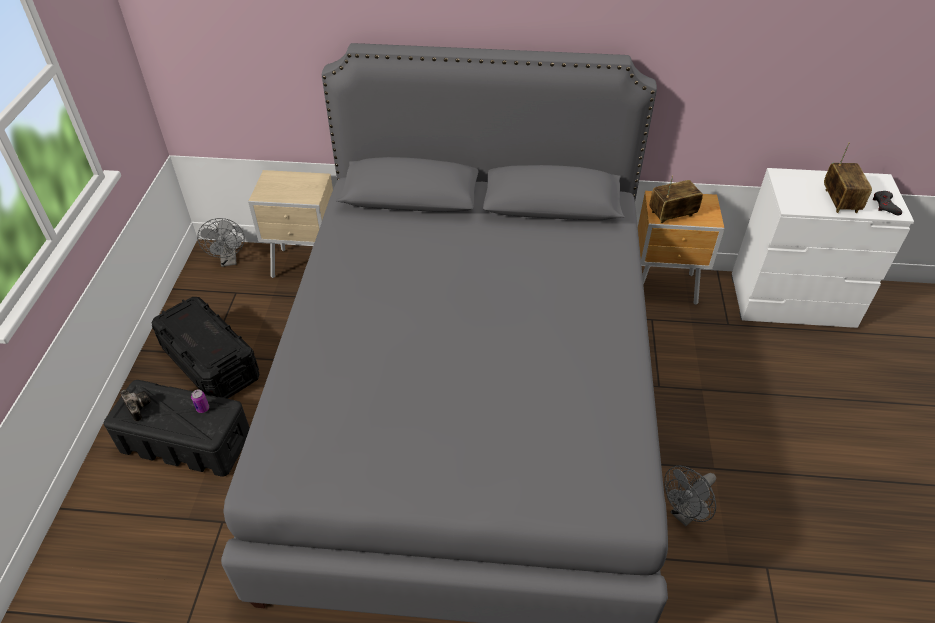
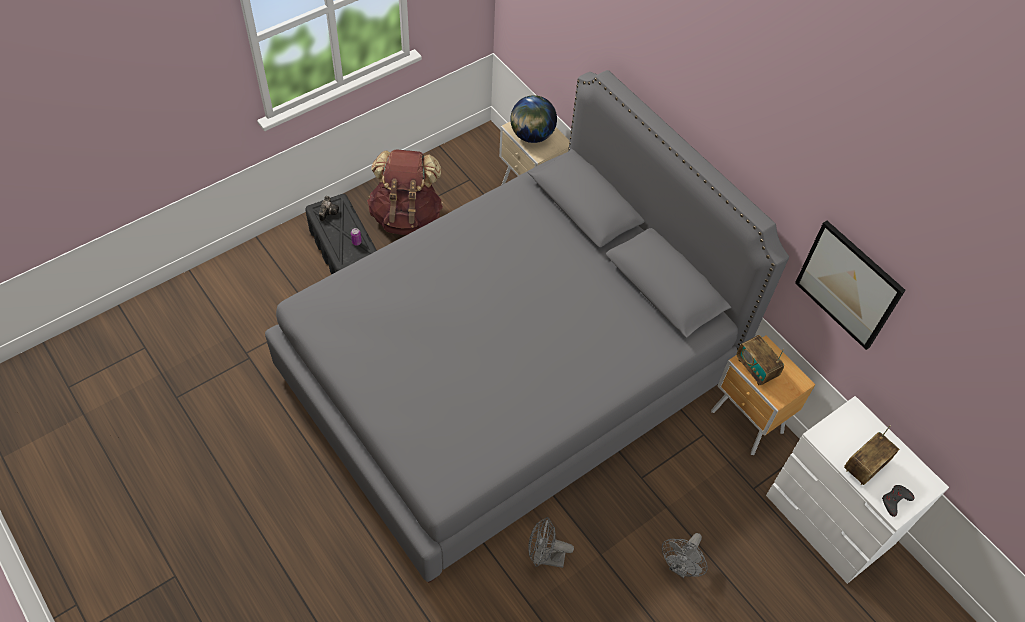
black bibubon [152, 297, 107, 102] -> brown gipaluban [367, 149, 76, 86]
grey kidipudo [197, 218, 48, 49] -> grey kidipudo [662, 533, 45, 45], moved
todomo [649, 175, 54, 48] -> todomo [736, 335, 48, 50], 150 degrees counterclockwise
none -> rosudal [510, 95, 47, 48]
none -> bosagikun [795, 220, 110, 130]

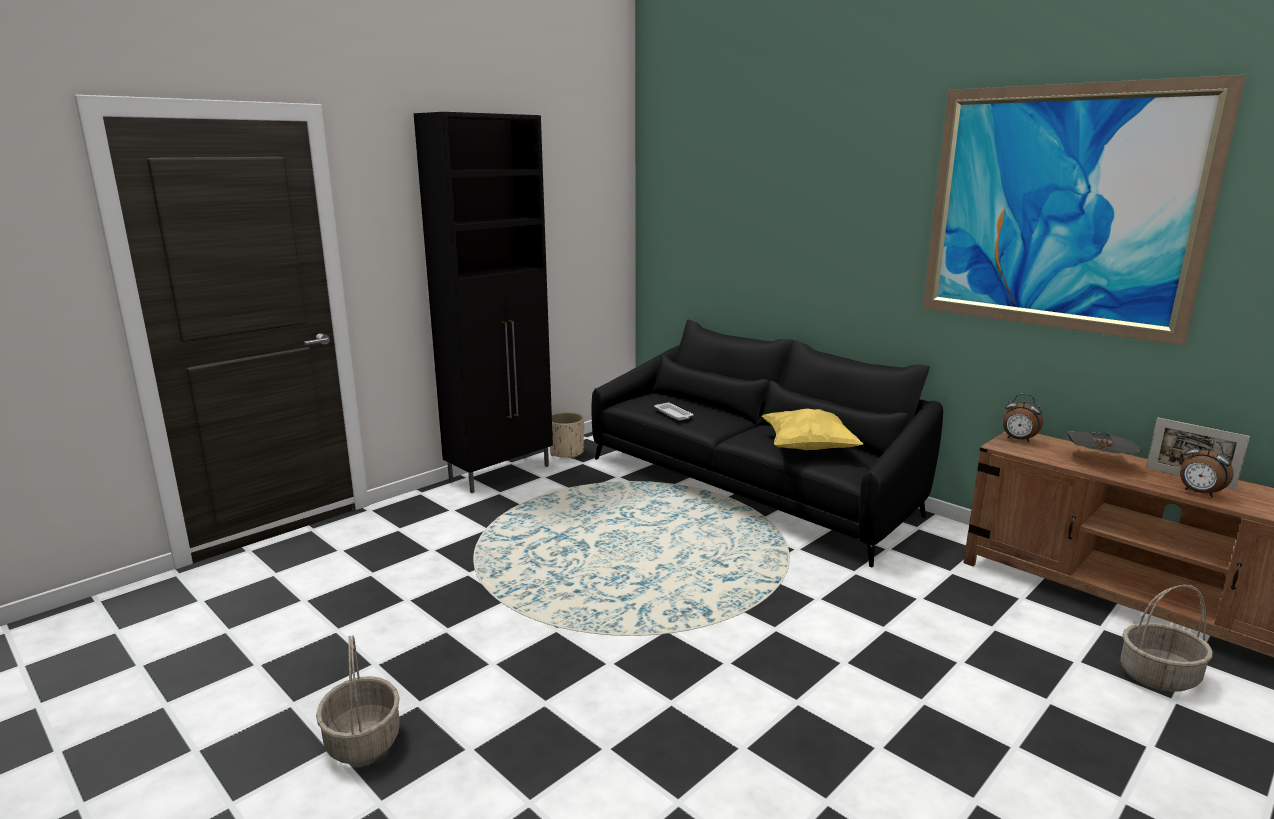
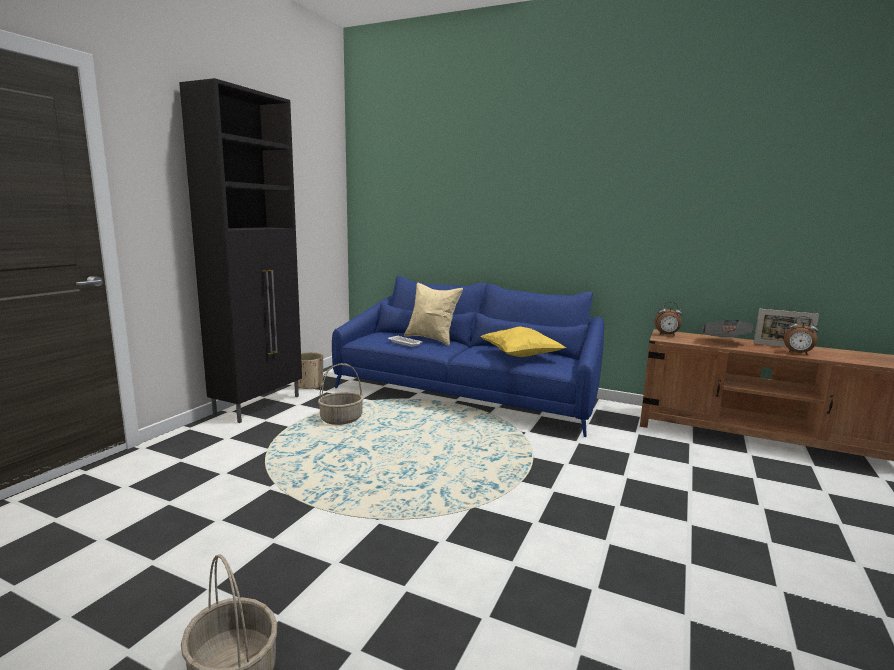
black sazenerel [592, 319, 351, 248] -> blue sazenerel [332, 276, 272, 161]
bosagikun [923, 75, 323, 271] -> none
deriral [1120, 584, 93, 108] -> deriral [318, 363, 46, 62], moved
none -> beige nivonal [404, 282, 59, 64]

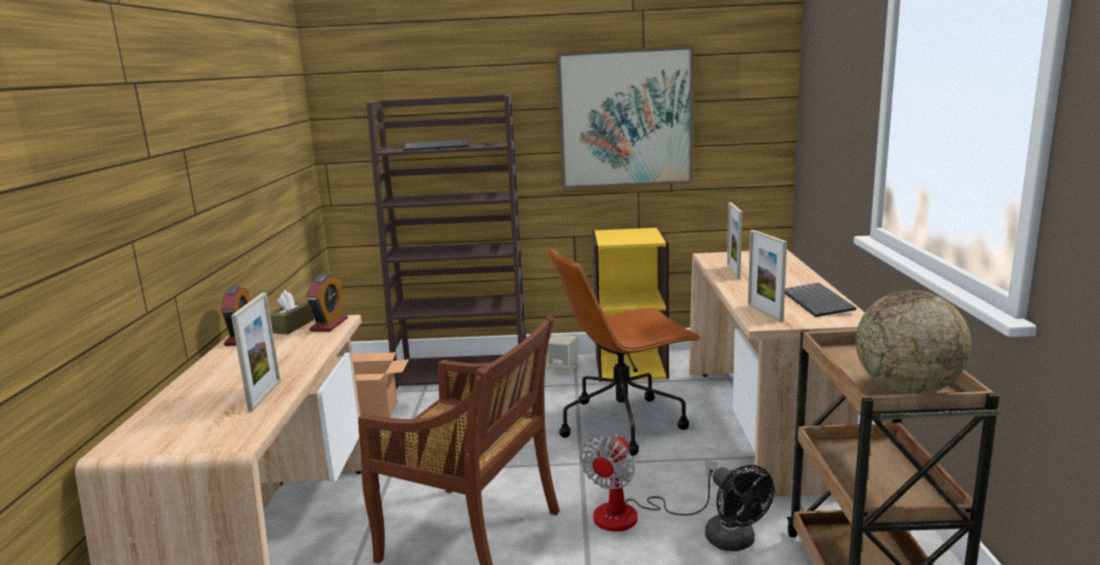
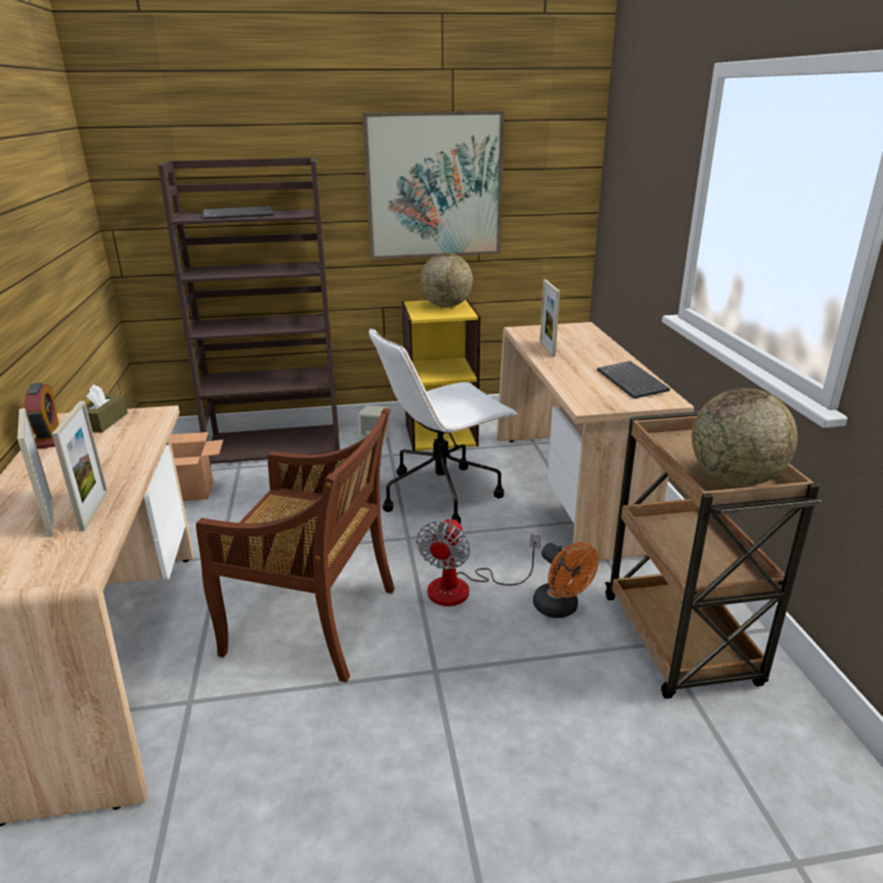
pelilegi [306, 274, 42, 58] -> none
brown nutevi [549, 248, 152, 208] -> white nutevi [369, 328, 149, 196]
black kidipudo [705, 465, 69, 86] -> orange kidipudo [533, 542, 66, 76]
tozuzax [748, 230, 39, 92] -> tozuzax [17, 408, 37, 130], moved
none -> rosudal [420, 253, 53, 54]

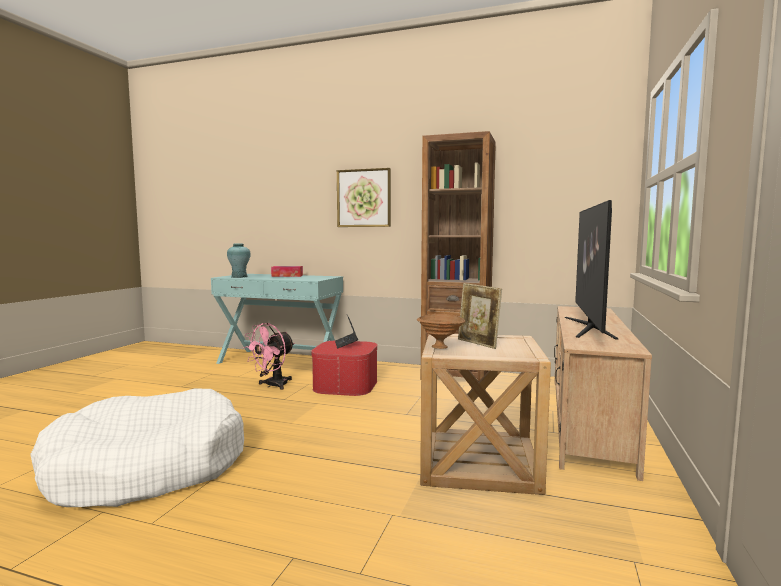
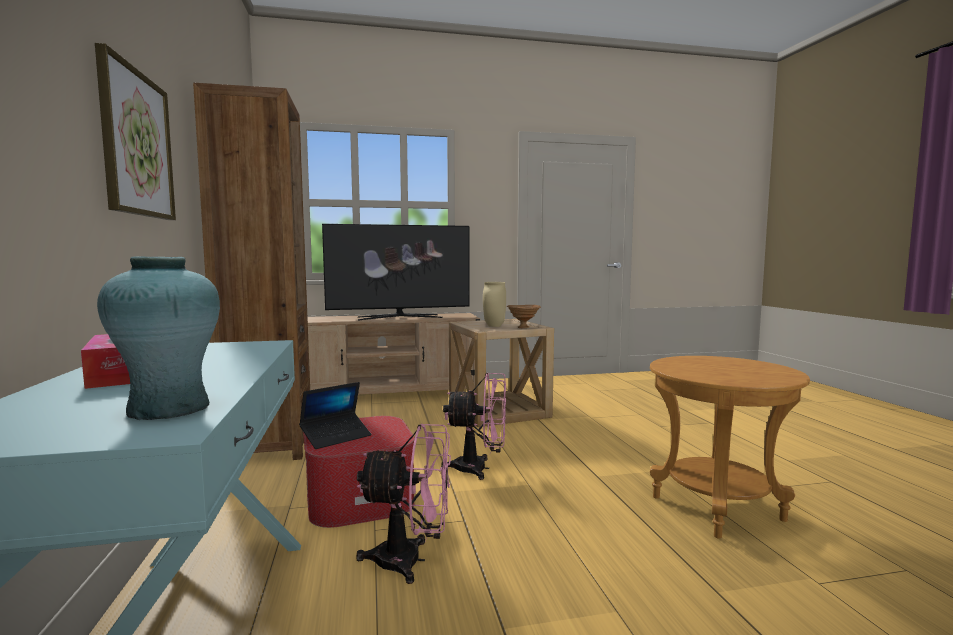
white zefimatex [30, 388, 214, 119] -> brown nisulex [650, 356, 160, 183]
tozuzax [458, 283, 44, 66] -> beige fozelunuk [483, 282, 23, 45]
none -> pink kidipudo [441, 373, 65, 107]

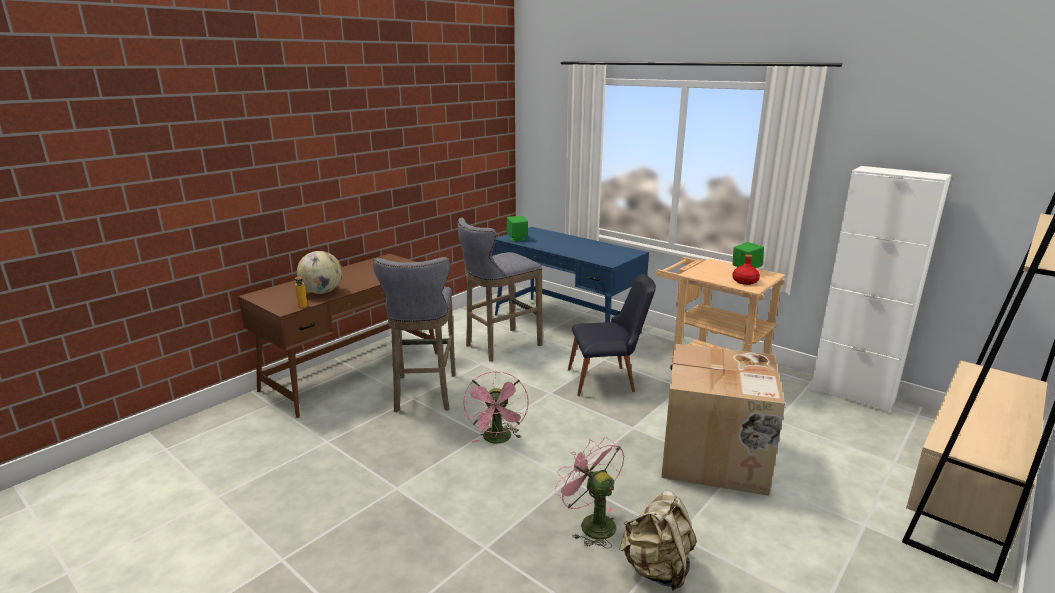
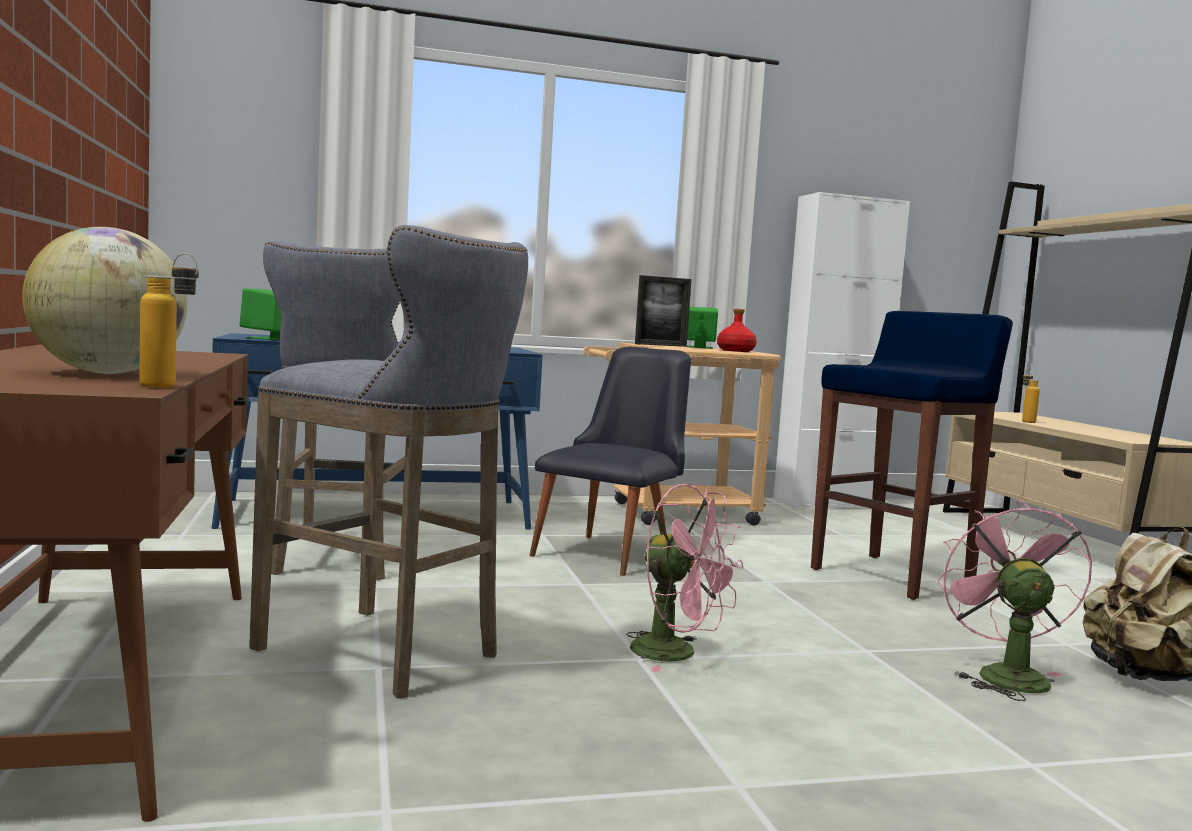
pink kidipudo [554, 437, 70, 112] -> pink kidipudo [937, 500, 155, 201], 90 degrees clockwise
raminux [661, 344, 124, 152] -> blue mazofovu [811, 311, 202, 289]
none -> tozuzax [635, 275, 57, 72]
none -> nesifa [1022, 370, 18, 53]

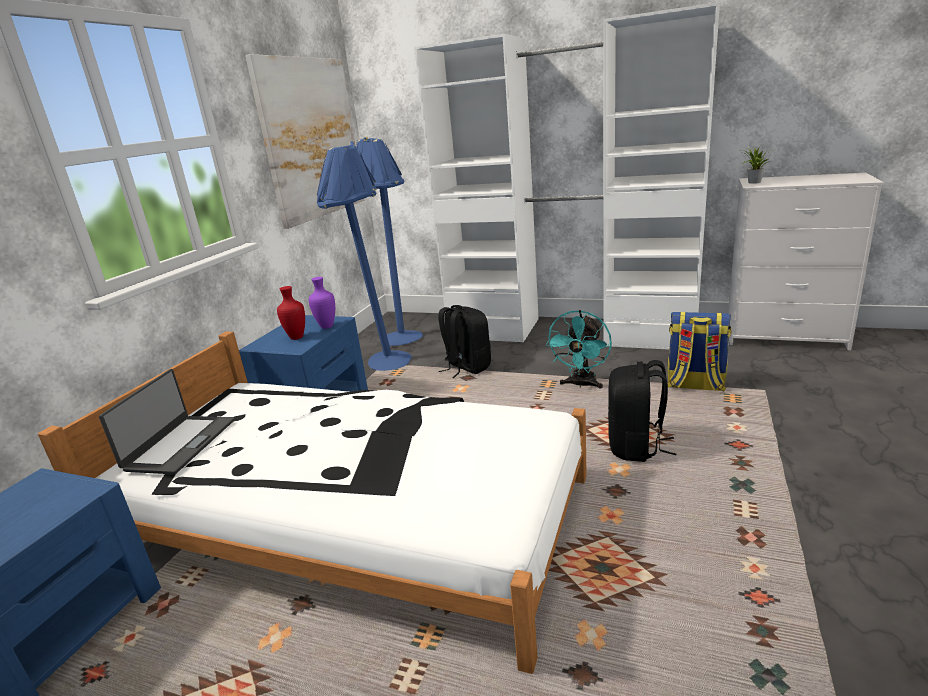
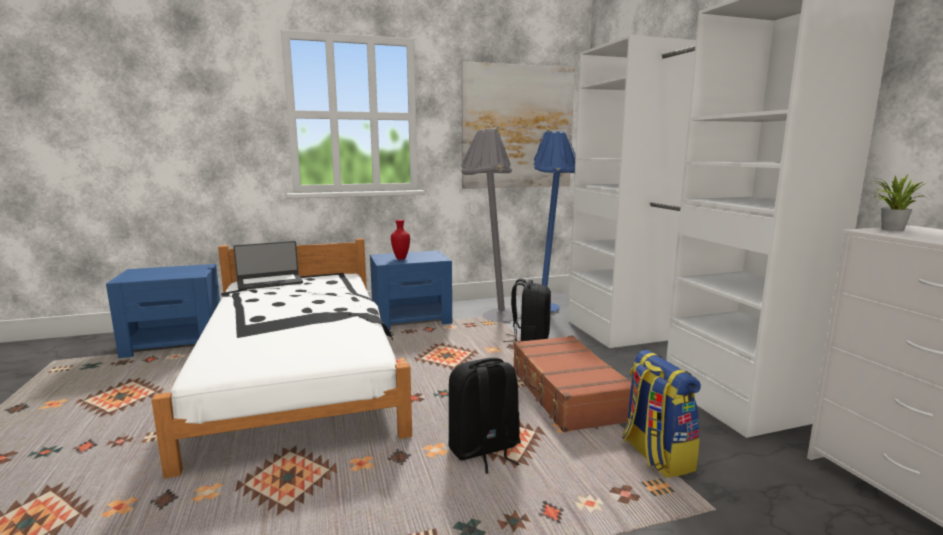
purple fozelunuk [309, 277, 26, 52] -> none
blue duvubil [317, 141, 95, 230] -> grey duvubil [461, 126, 60, 196]
turquoise kidipudo [546, 310, 66, 78] -> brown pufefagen [513, 335, 119, 97]

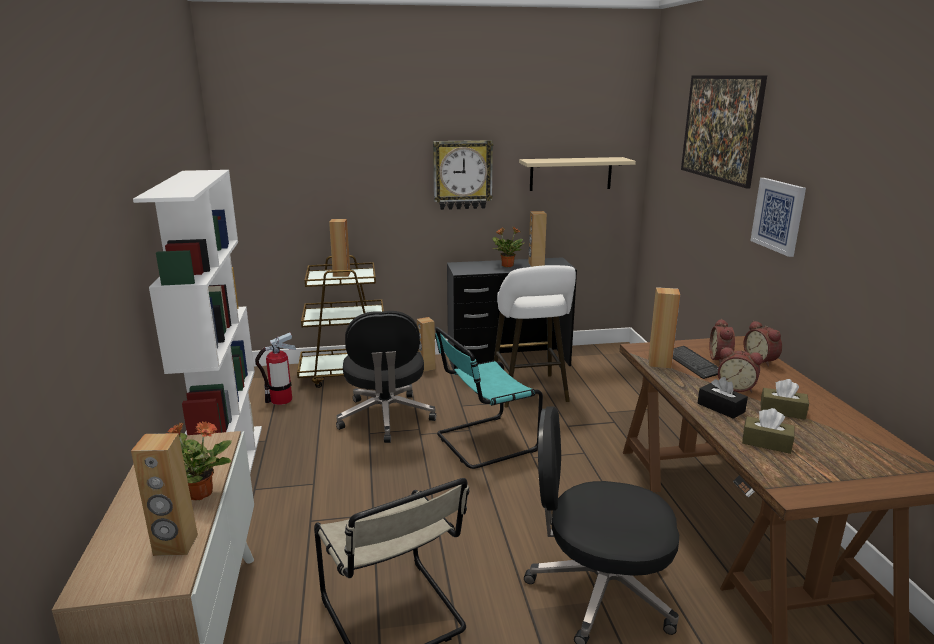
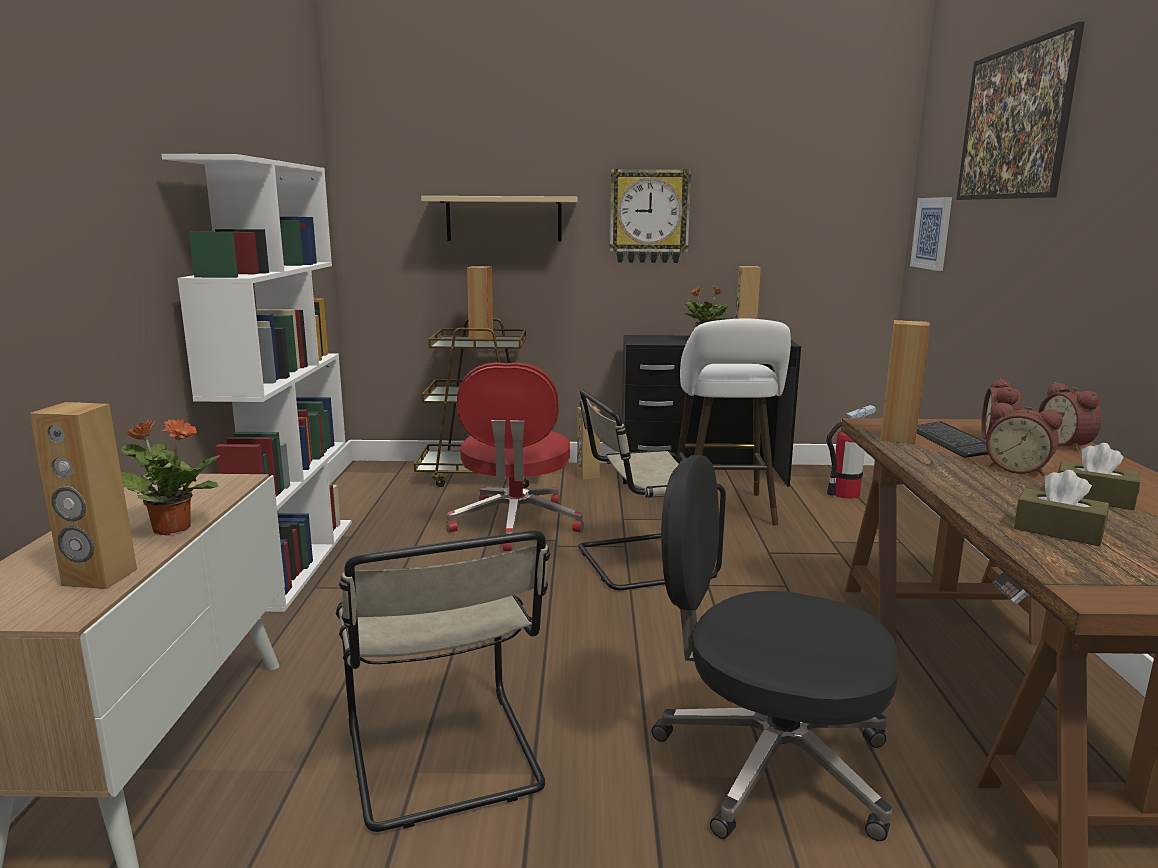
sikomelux [255, 333, 41, 72] -> sikomelux [826, 405, 50, 94], moved
black nutevi [336, 311, 100, 132] -> red nutevi [446, 362, 138, 189]
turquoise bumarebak [435, 327, 108, 142] -> beige bumarebak [578, 389, 148, 201]
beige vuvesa [519, 157, 117, 34] -> beige vuvesa [421, 196, 157, 46], moved
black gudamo [698, 377, 50, 42] -> none
bosagikun [750, 178, 56, 79] -> bosagikun [910, 197, 42, 74], moved

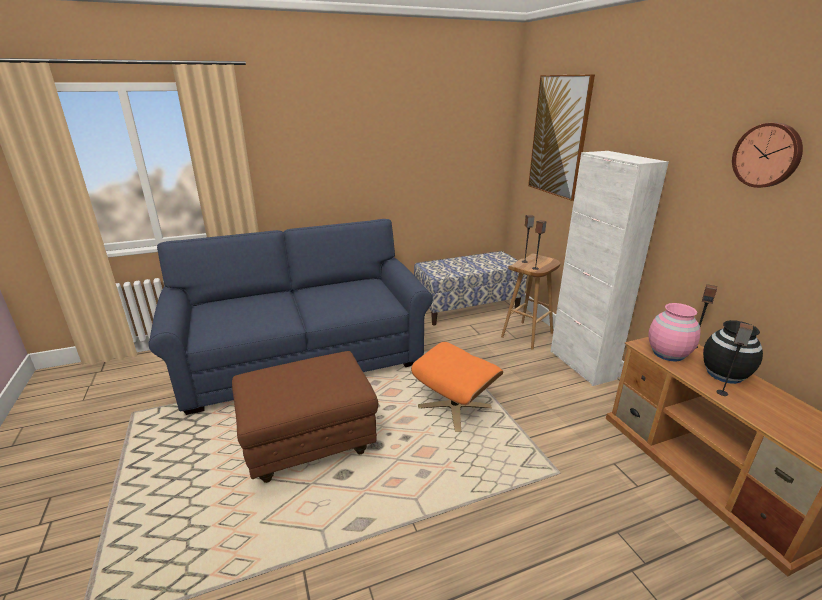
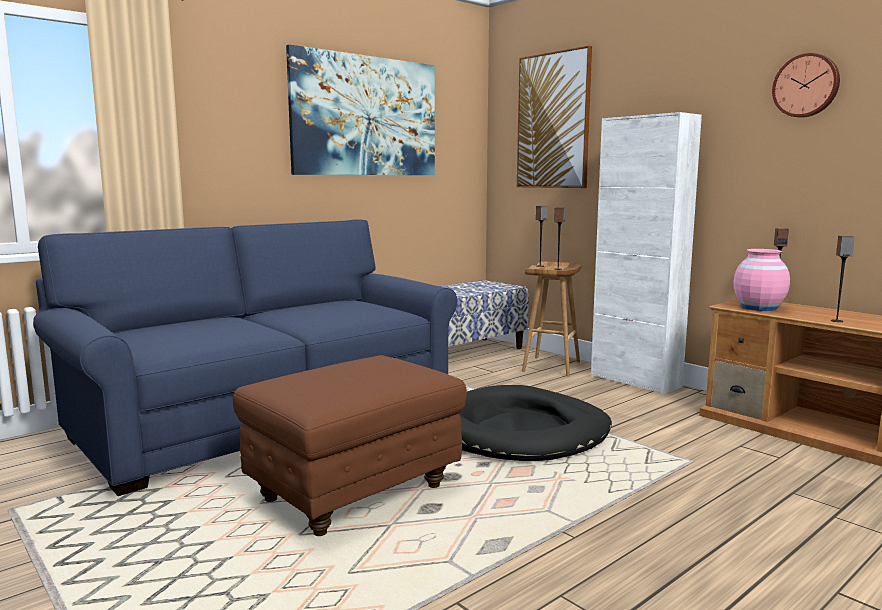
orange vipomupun [411, 342, 92, 90] -> black zefimatex [458, 385, 154, 76]
black fozelunuk [703, 320, 60, 64] -> none
none -> bosagikun [286, 44, 149, 131]

